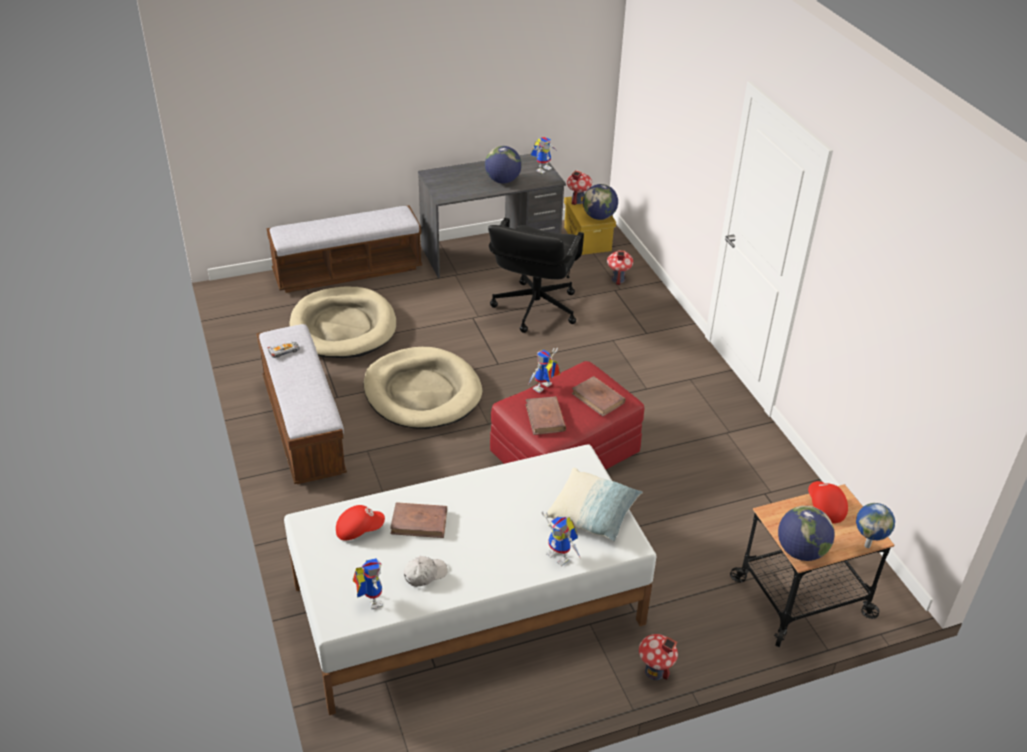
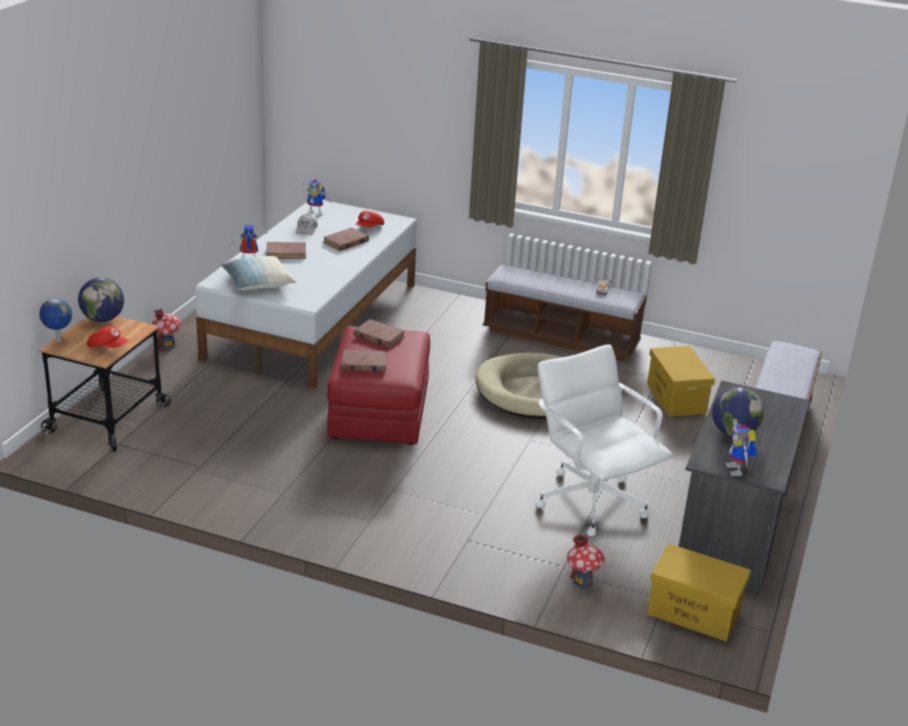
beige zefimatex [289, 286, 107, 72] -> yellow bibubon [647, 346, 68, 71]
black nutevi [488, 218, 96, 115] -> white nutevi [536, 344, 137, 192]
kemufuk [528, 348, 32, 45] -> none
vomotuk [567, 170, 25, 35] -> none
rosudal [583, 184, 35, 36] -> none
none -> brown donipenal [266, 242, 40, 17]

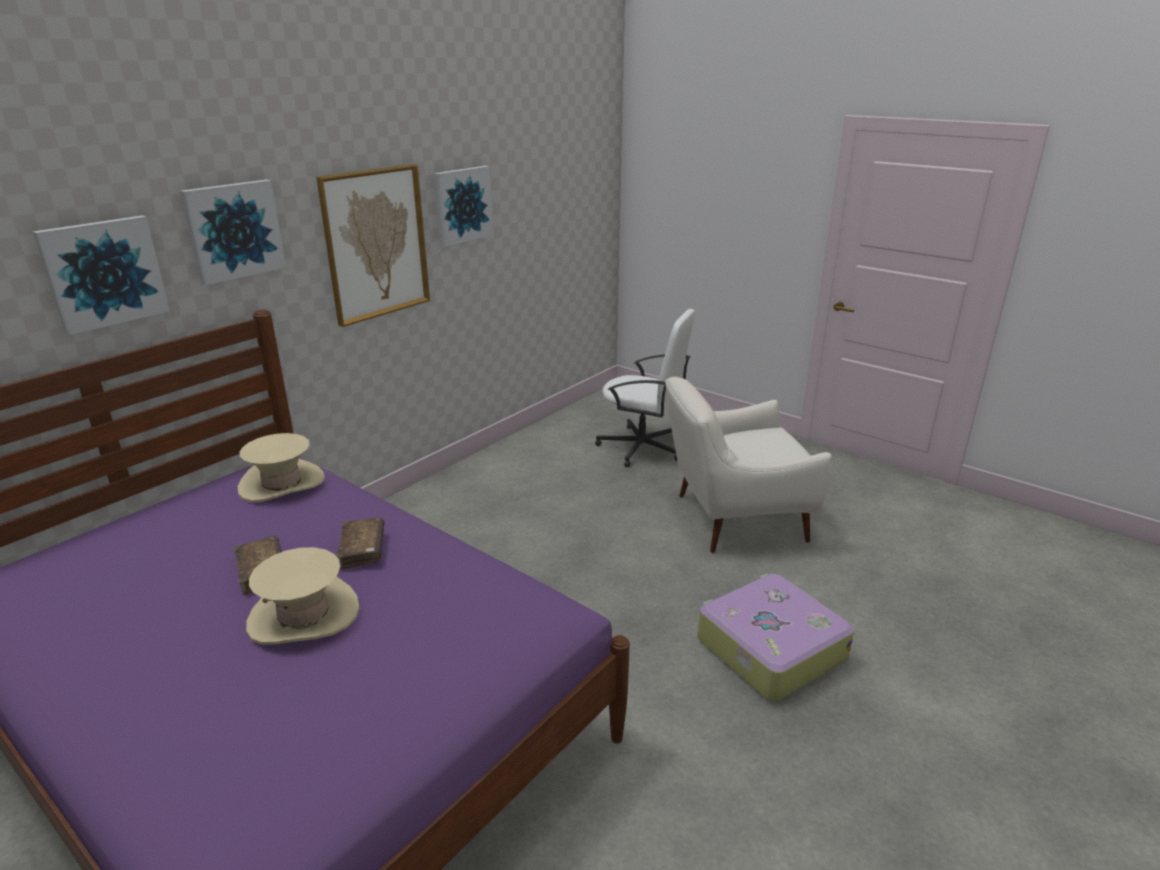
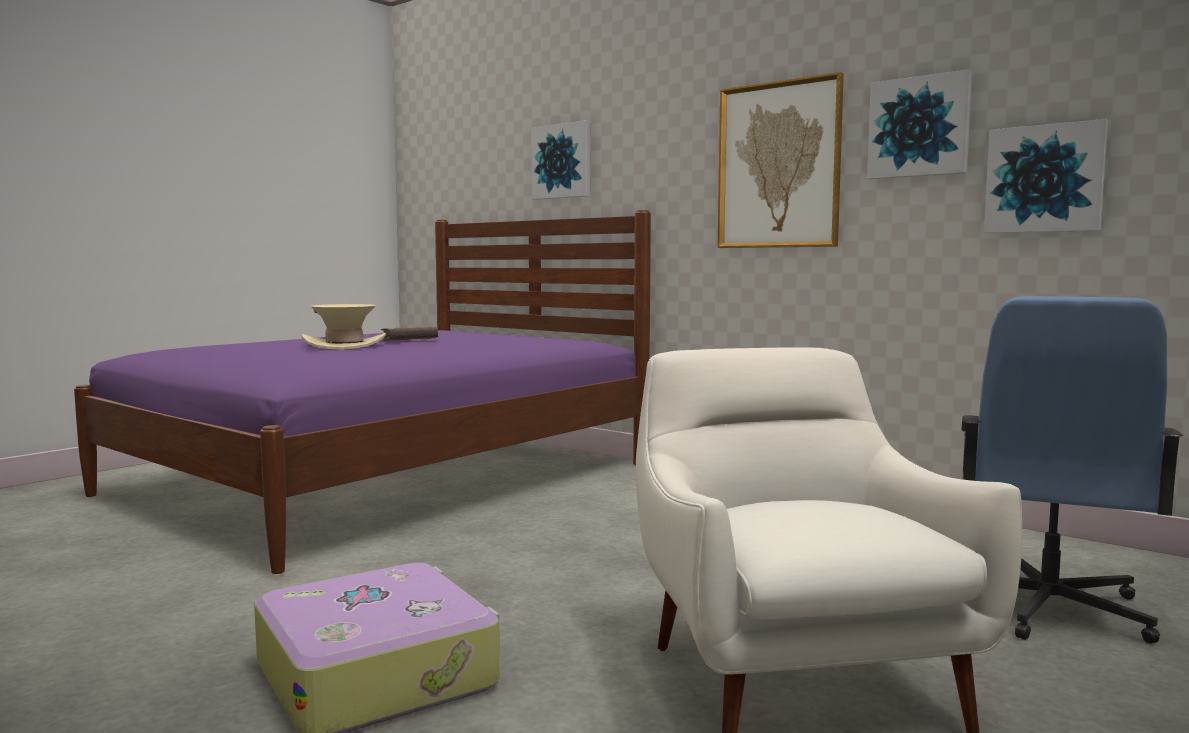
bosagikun [180, 180, 106, 105] -> bosagikun [984, 119, 124, 114], moved
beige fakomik [238, 433, 87, 69] -> none
brown donipenal [336, 517, 48, 53] -> none
white nutevi [595, 309, 100, 158] -> blue nutevi [961, 296, 223, 348]

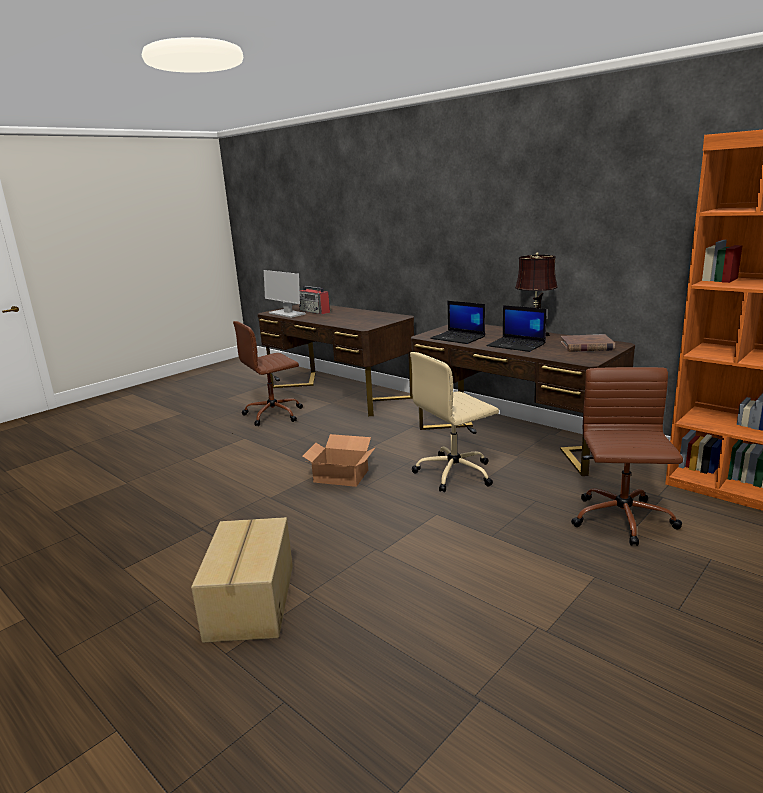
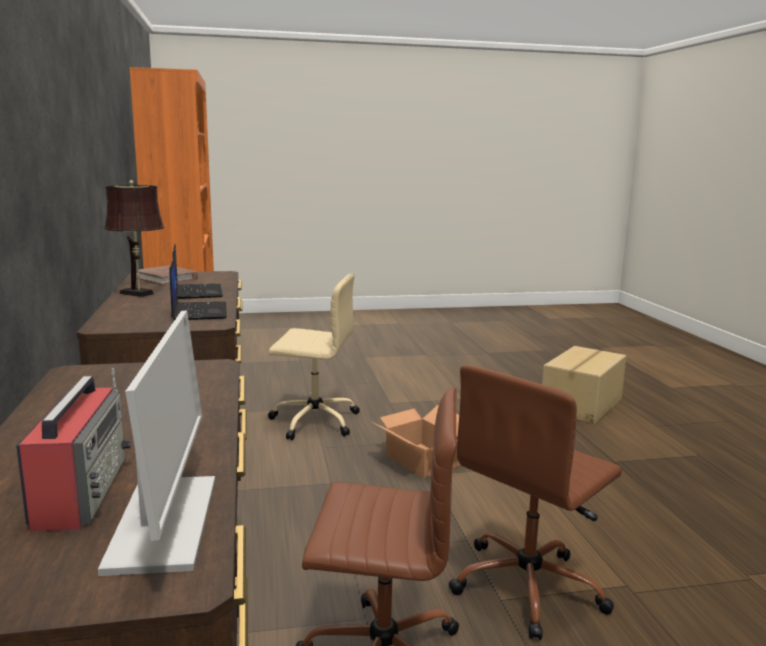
brown nutevi [571, 367, 112, 179] -> brown nutevi [448, 366, 174, 274], moved

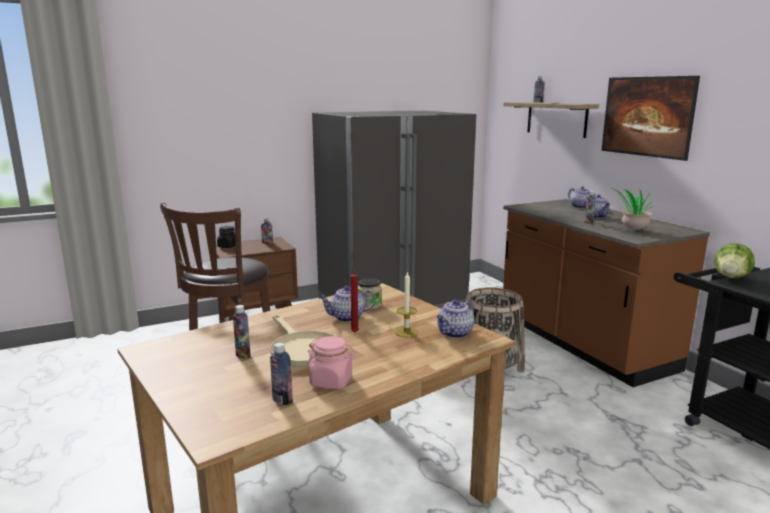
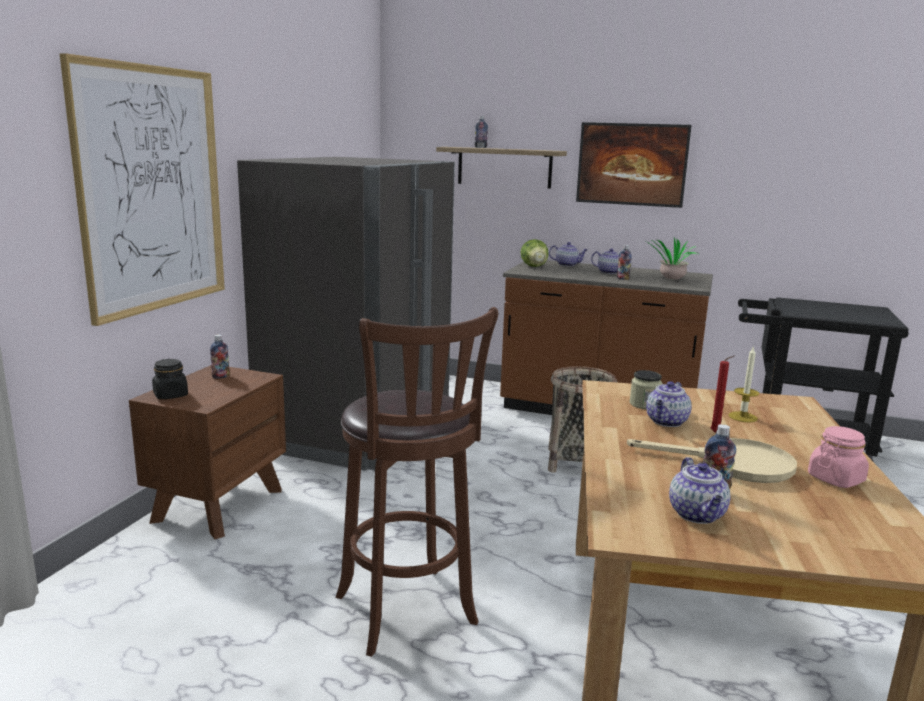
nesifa [270, 343, 23, 62] -> none
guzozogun [437, 299, 37, 39] -> guzozogun [669, 457, 62, 67], moved
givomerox [714, 243, 41, 35] -> givomerox [520, 239, 29, 28], moved
none -> bosagikun [59, 53, 166, 273]

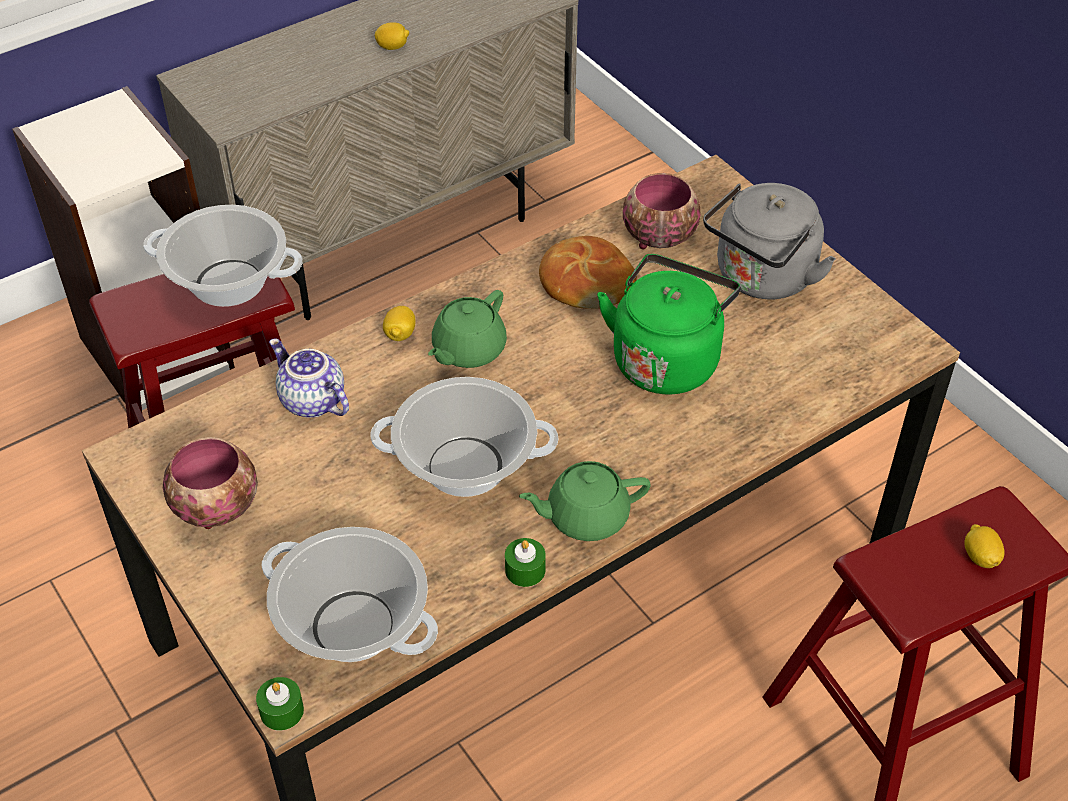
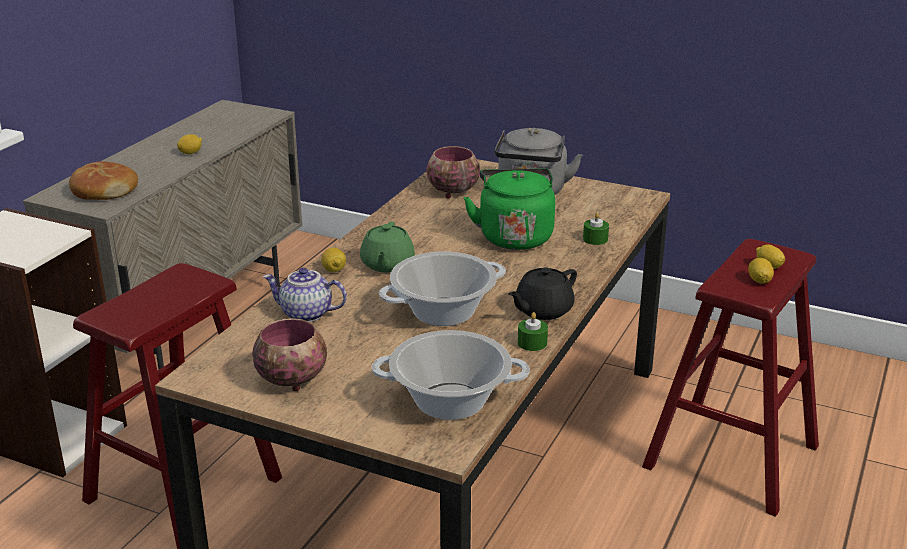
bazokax [143, 205, 160, 102] -> none
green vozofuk [256, 677, 48, 54] -> green vozofuk [583, 212, 26, 33], moved
green guzozogun [519, 461, 132, 80] -> black guzozogun [509, 267, 68, 53]
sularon [539, 236, 98, 73] -> sularon [69, 161, 69, 39], moved
none -> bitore [748, 258, 26, 26]

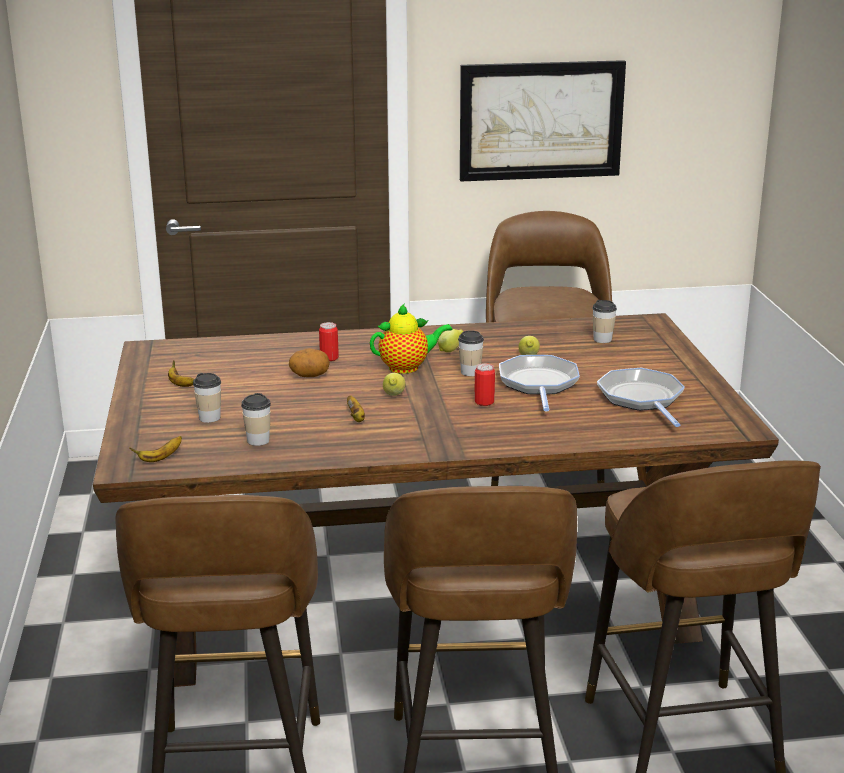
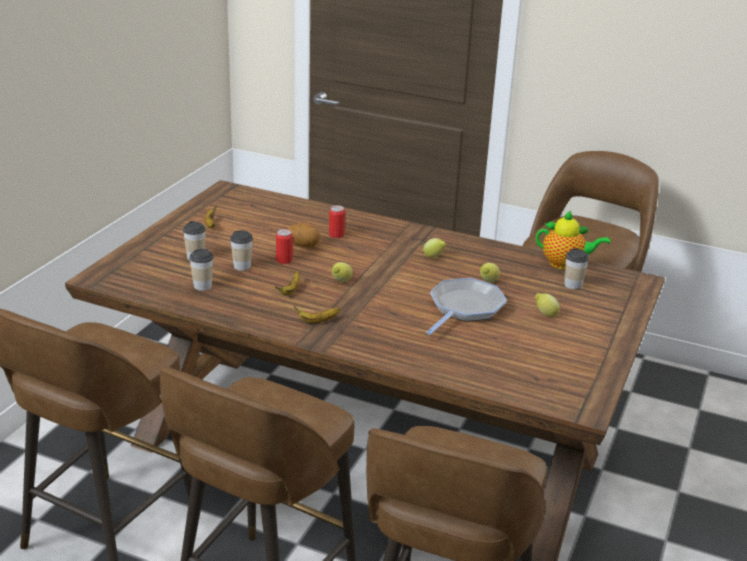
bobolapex [130, 436, 52, 26] -> bobolapex [294, 306, 47, 17], moved
guzozogun [370, 303, 83, 71] -> guzozogun [536, 211, 74, 59], moved
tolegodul [458, 330, 26, 46] -> tolegodul [230, 230, 23, 41], moved
bosagikun [460, 60, 166, 121] -> none
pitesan [474, 363, 21, 43] -> pitesan [276, 229, 17, 35], moved
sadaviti [597, 368, 88, 59] -> none
none -> bitore [535, 293, 25, 24]

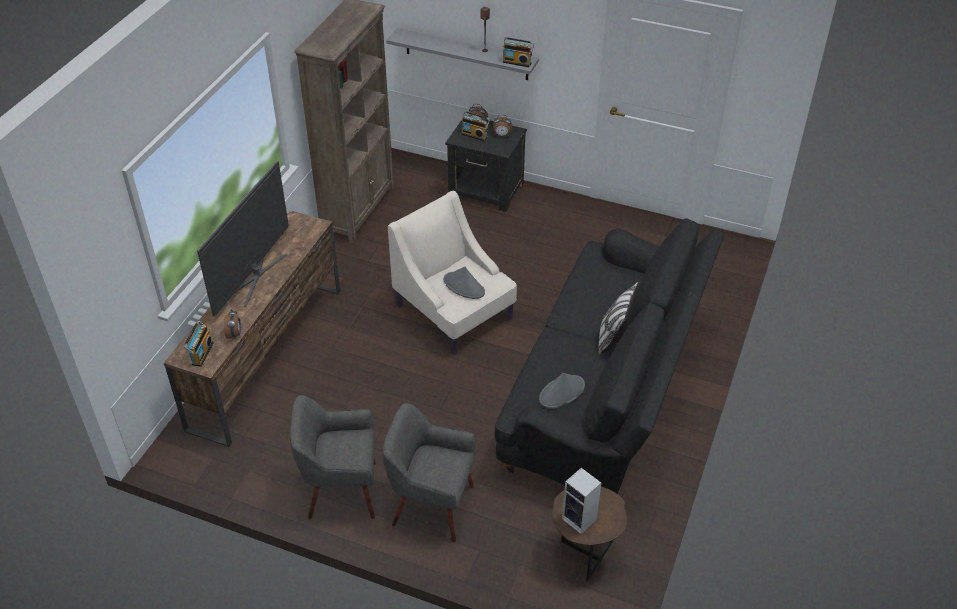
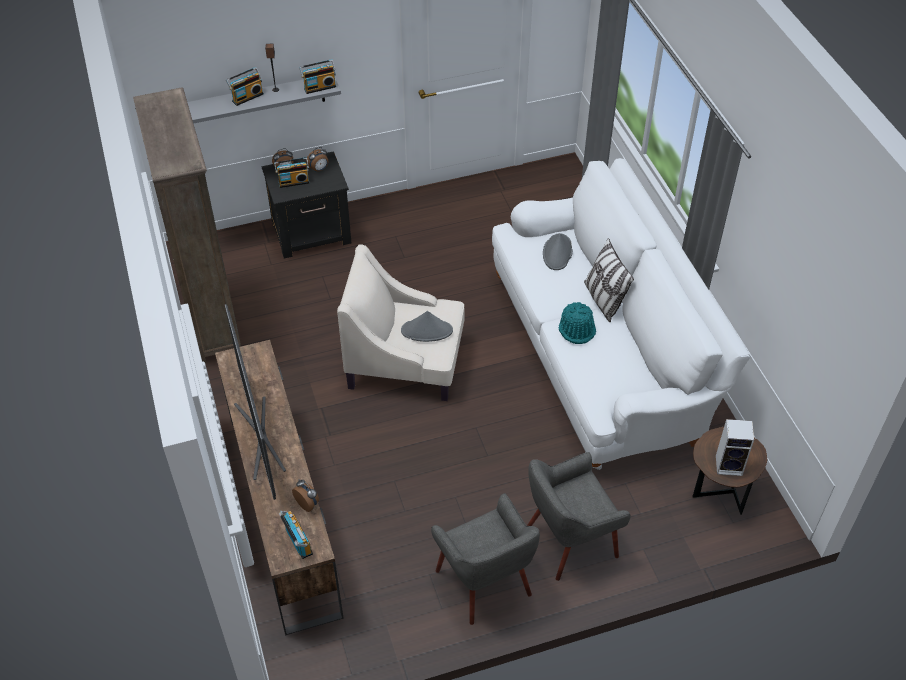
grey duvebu [290, 395, 86, 124] -> grey duvebu [431, 493, 109, 132], 75 degrees counterclockwise
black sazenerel [495, 218, 230, 276] -> white sazenerel [492, 158, 258, 312]
grey fakomik [539, 373, 46, 36] -> grey fakomik [543, 233, 30, 37], moved
none -> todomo [226, 67, 38, 39]
none -> turquoise fakomik [559, 302, 37, 42]

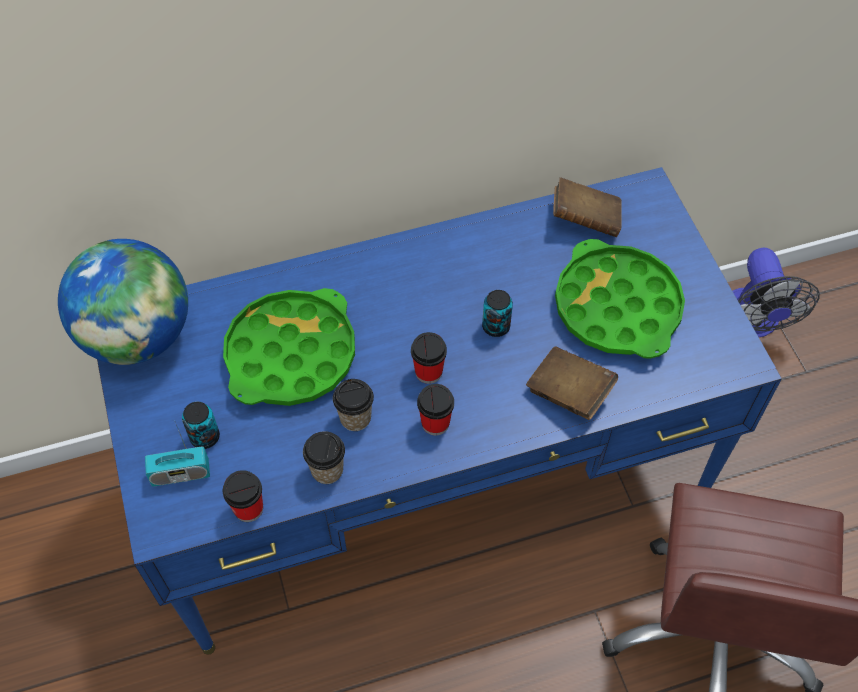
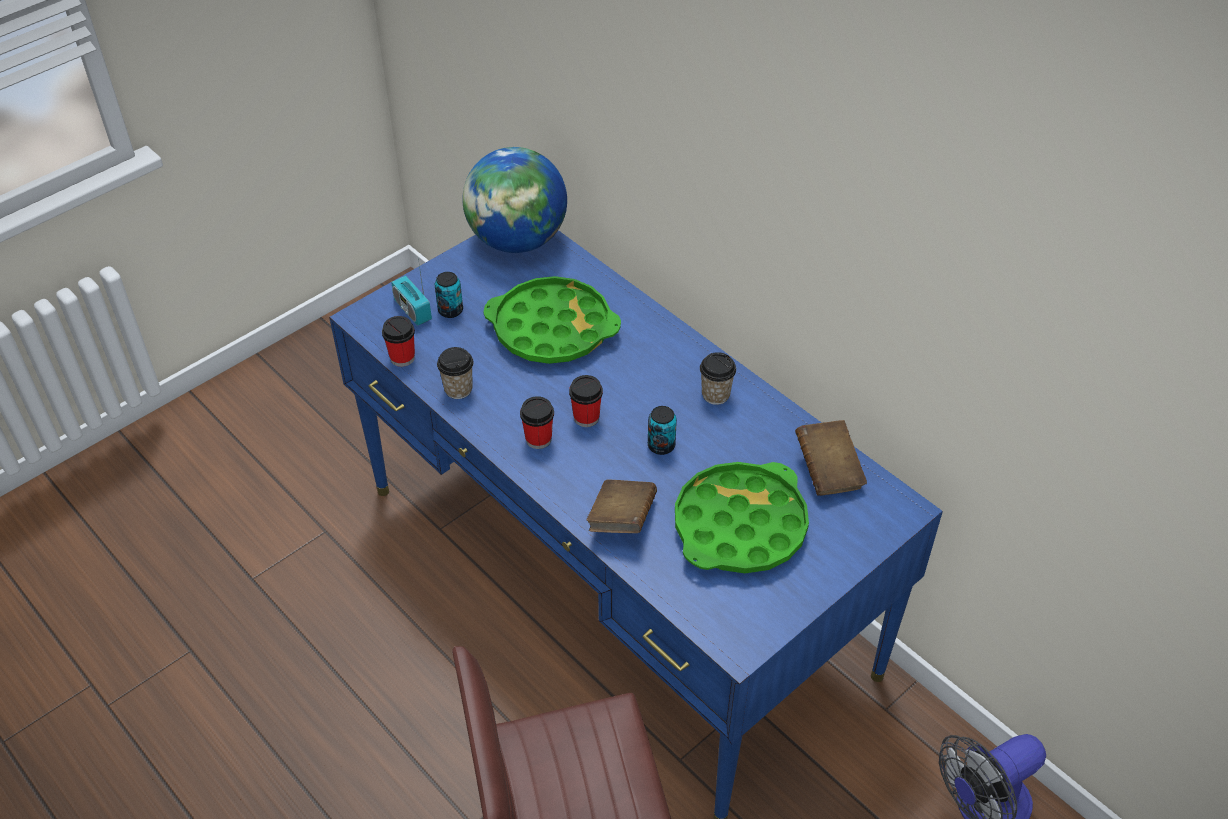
tolegodul [333, 379, 41, 52] -> tolegodul [700, 352, 36, 53], moved

